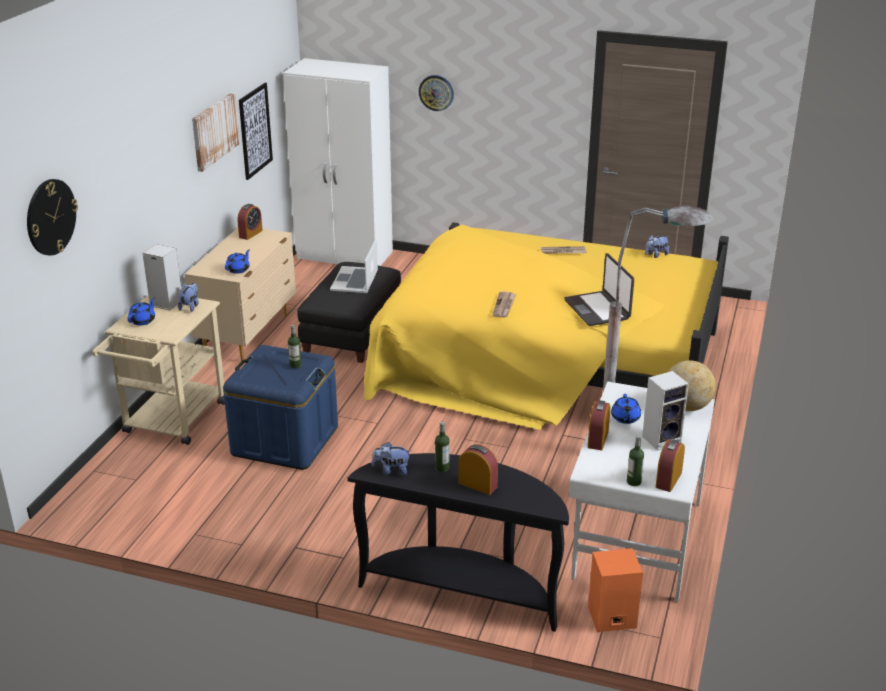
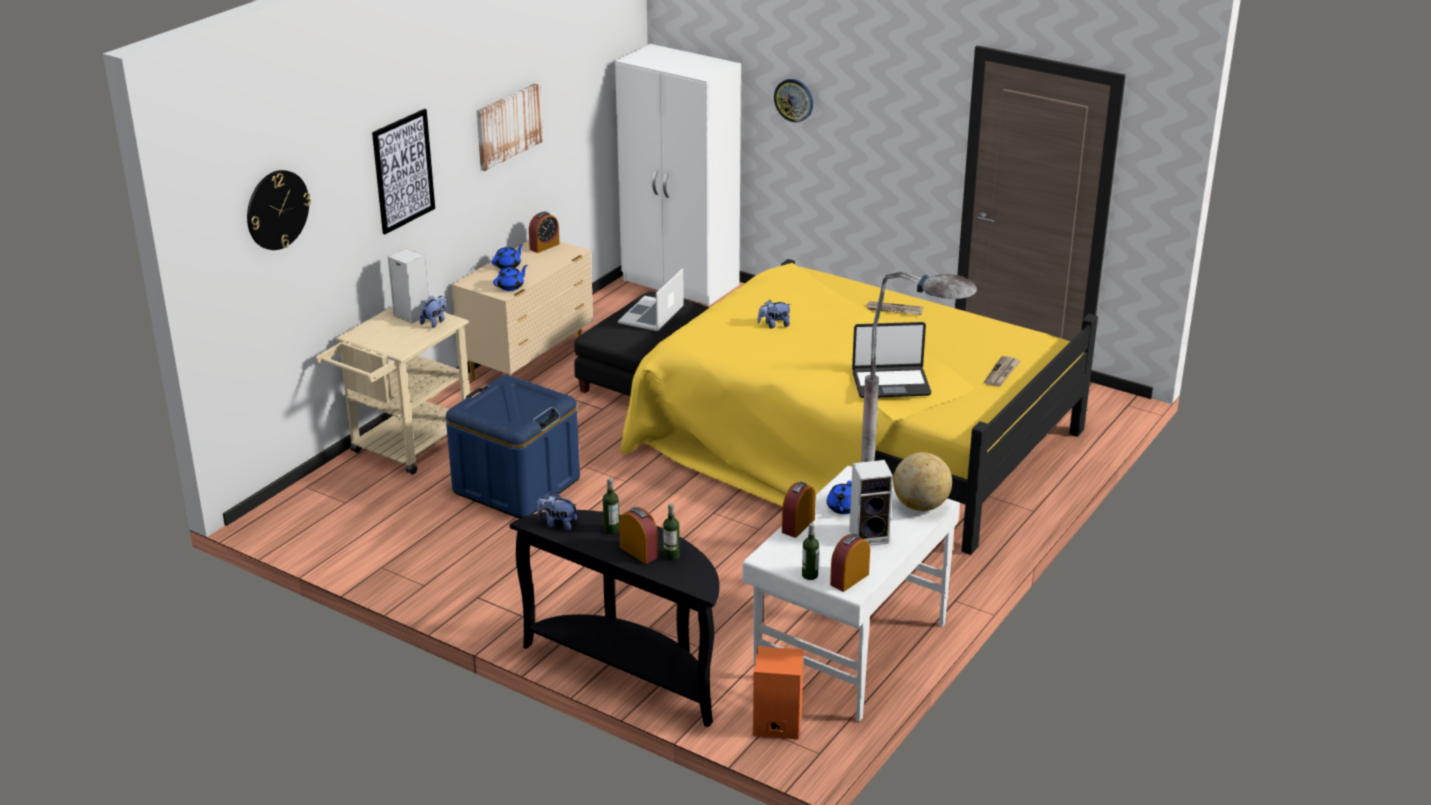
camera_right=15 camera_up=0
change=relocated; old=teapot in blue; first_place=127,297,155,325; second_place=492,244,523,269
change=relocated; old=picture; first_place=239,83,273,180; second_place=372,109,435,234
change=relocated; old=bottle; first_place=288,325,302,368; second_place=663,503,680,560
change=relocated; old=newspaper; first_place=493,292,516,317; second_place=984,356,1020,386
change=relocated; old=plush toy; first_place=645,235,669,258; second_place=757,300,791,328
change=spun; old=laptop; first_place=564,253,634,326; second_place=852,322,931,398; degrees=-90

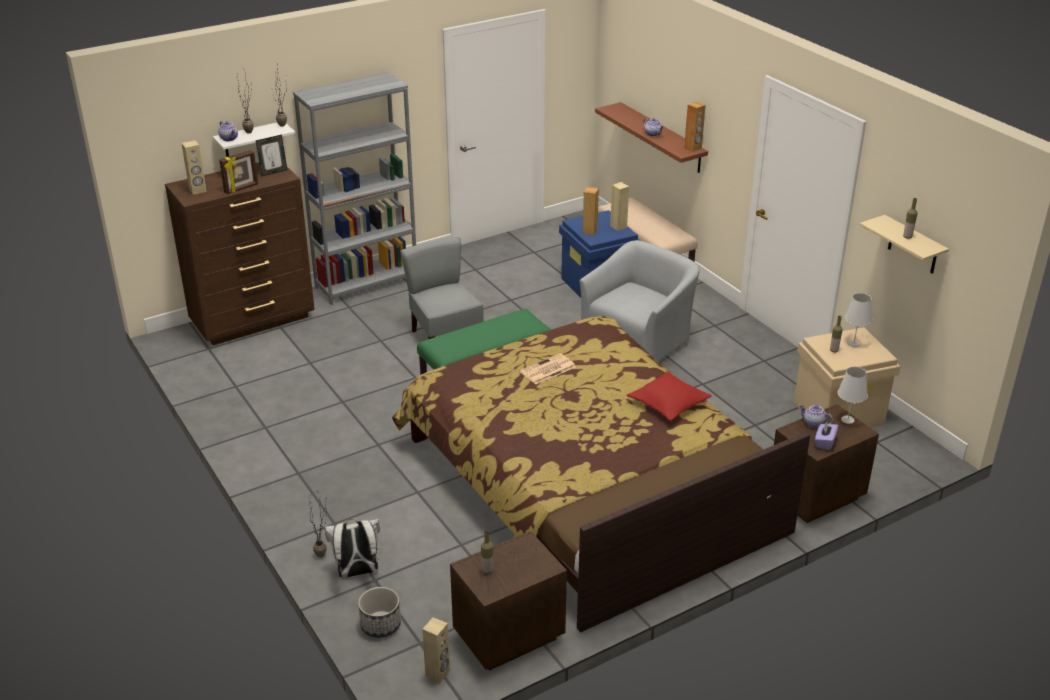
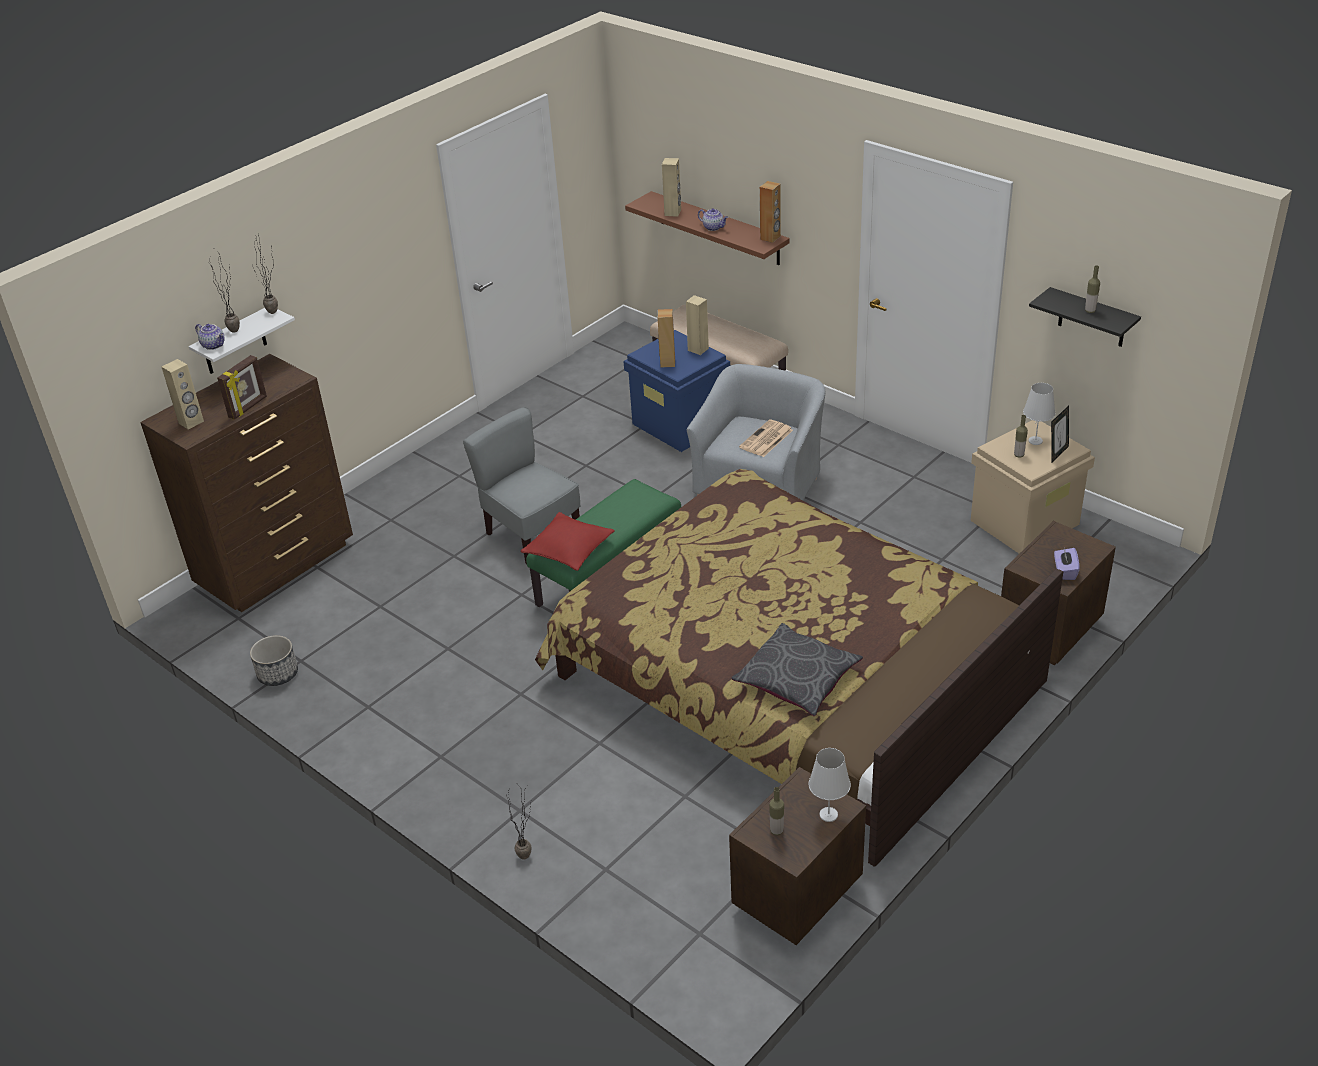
camera_right=-15 camera_up=5
change=missing; old=bookcase in grey; first_place=293,72,416,305
change=missing; old=backpack in white; first_place=324,519,380,578
change=missing; old=teapot; first_place=799,404,833,428
change=appeared; new=pillow in grey; second_place=731,623,863,716
change=relocated; old=picture frame; first_place=256,135,287,176; second_place=1051,406,1069,463
change=relocated; old=planter; first_place=358,587,401,638; second_place=250,635,298,686
change=relocated; old=speaker in beige; first_place=422,617,450,683; second_place=662,158,681,217
change=relocated; old=newspaper; first_place=520,353,576,384; second_place=739,419,793,457
change=relocated; old=pillow in red; first_place=626,371,712,421; second_place=520,512,615,571
change=relocated; old=table lamp in white; first_place=838,367,868,424; second_place=809,748,851,822
change=colour; old=shelf in beige; new=shelf in black; first_place=860,215,949,274; second_place=1029,287,1141,347

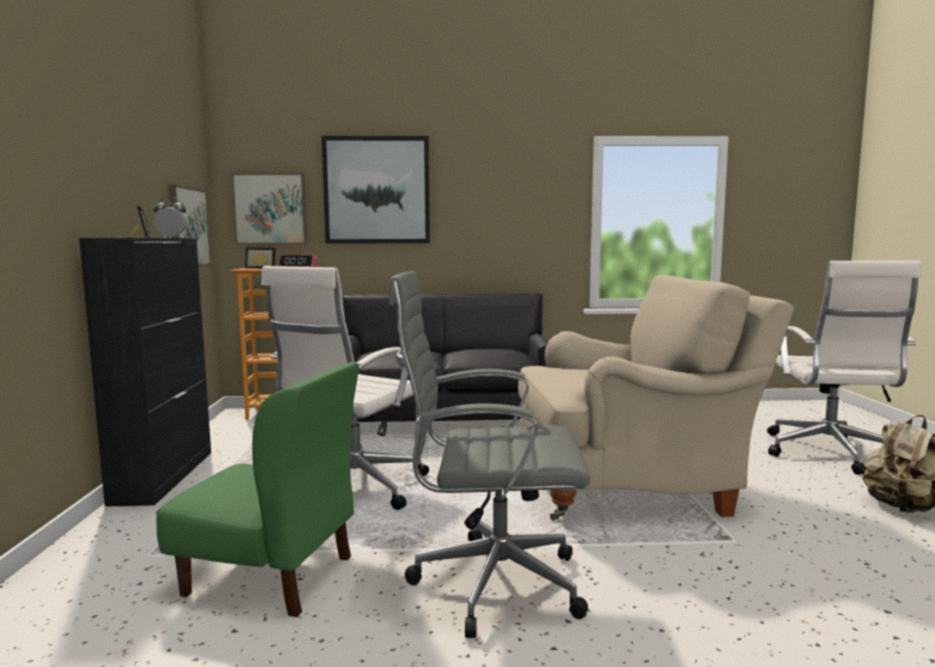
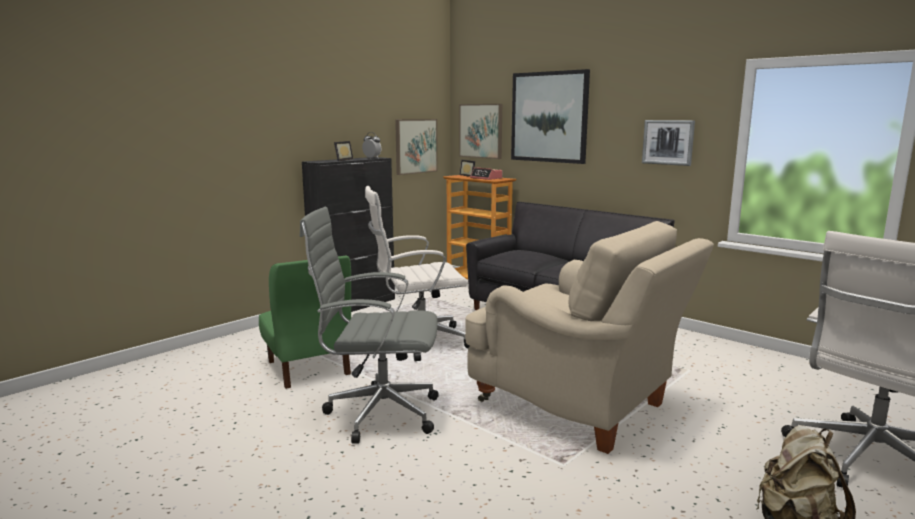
camera_right=45 camera_up=5
change=appeared; new=picture; second_place=642,120,695,166
change=spun; old=office chair in grey; first_place=389,271,590,638; second_place=300,207,439,444; degrees=-45

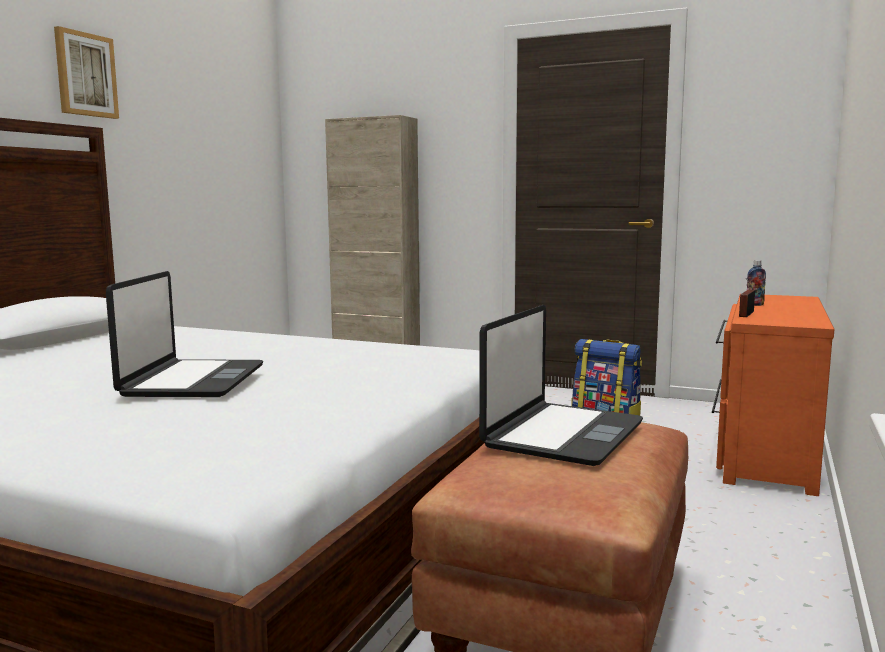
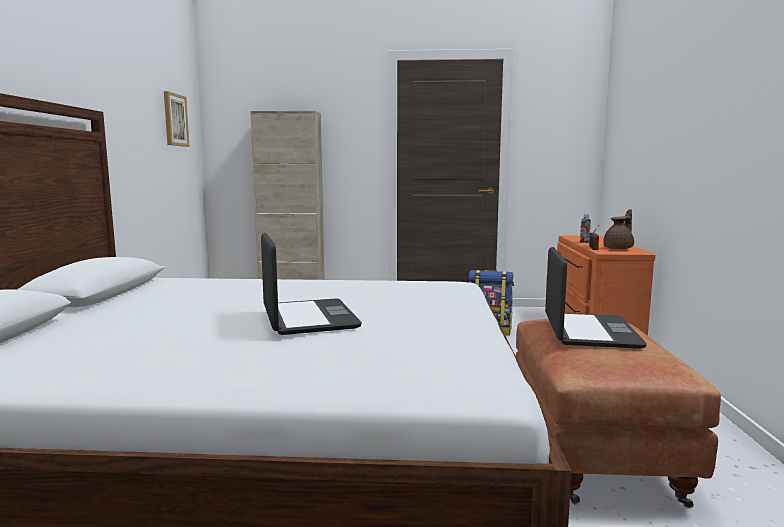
camera_right=-20 camera_up=0
change=appeared; new=teapot in brown; second_place=603,209,634,249
change=relocated; old=picture; first_place=54,26,119,119; second_place=164,91,190,147

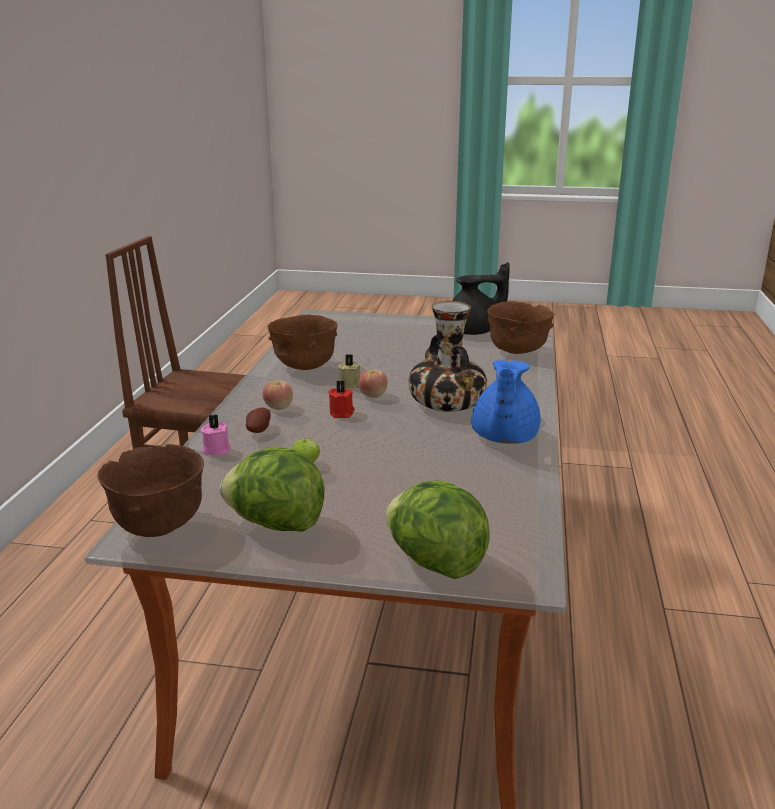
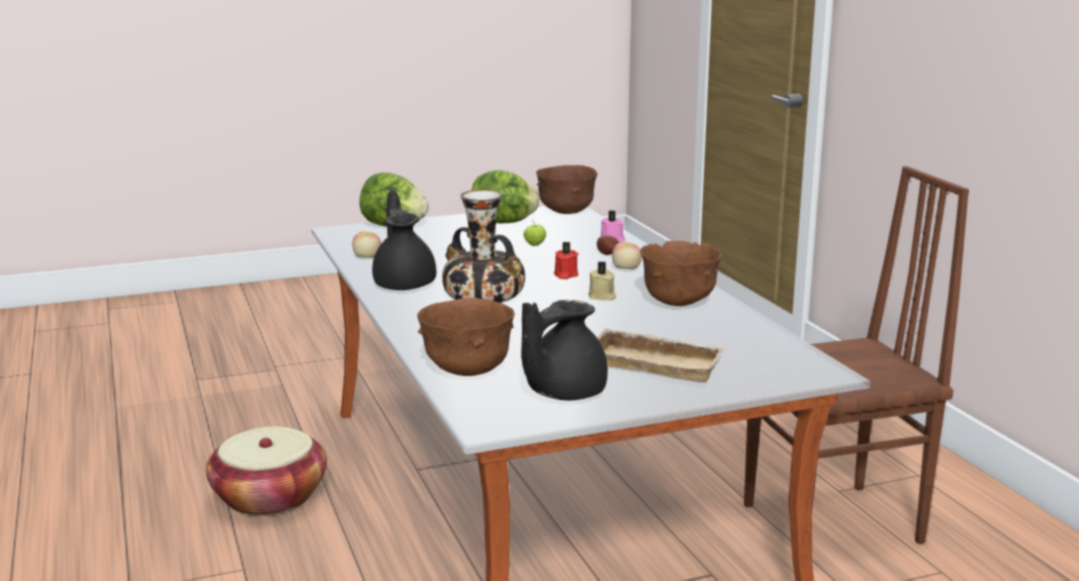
camera_right=150 camera_up=-5
change=appeared; new=basket; second_place=206,427,327,516
change=appeared; new=tray in beige; second_place=597,328,726,382
change=relocated; old=apple; first_place=358,370,388,398; second_place=352,231,381,258
change=colour; old=teapot in blue; new=teapot in black; first_place=472,359,540,444; second_place=372,190,436,290

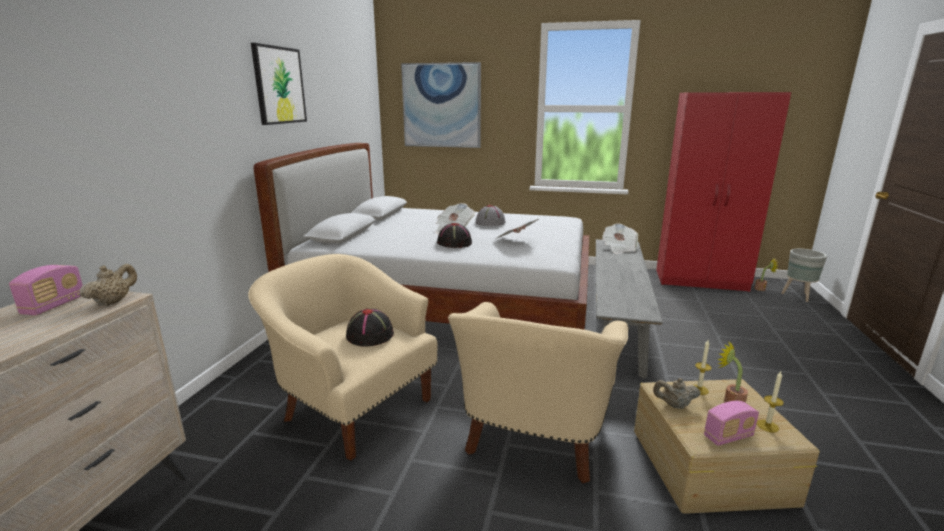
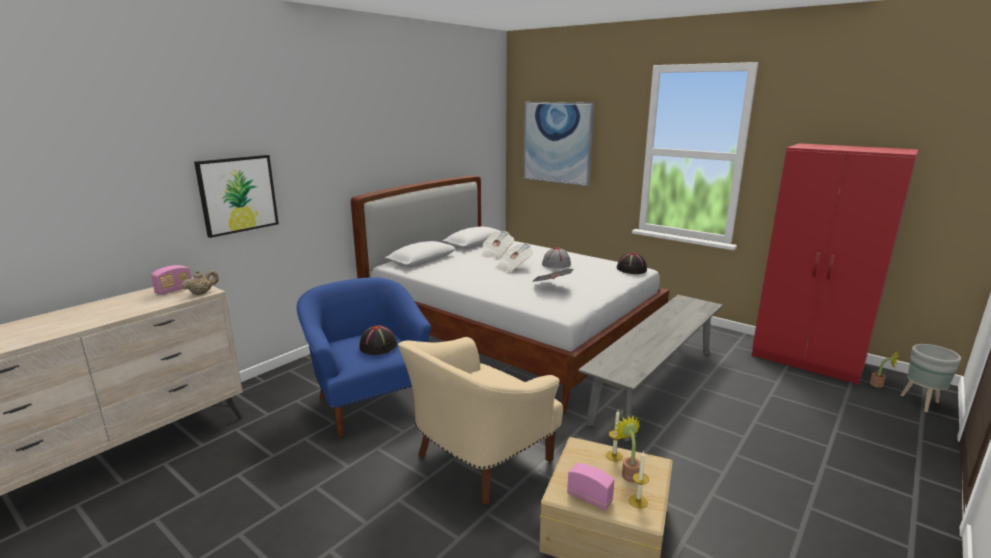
camera_right=25 camera_up=0
change=missing; old=teapot in beige; first_place=653,378,701,409
change=relocated; old=picture; first_place=251,43,307,125; second_place=194,155,279,238
change=relocated; old=hat in black; first_place=437,223,472,248; second_place=617,253,647,274
change=relocated; old=newspaper; first_place=602,223,638,254; second_place=481,231,514,258
change=colour; old=armchair in beige; new=armchair in blue; first_place=248,254,438,461; second_place=296,277,431,437
change=spun; old=radio; first_place=704,401,759,446; second_place=567,463,614,510; degrees=-150

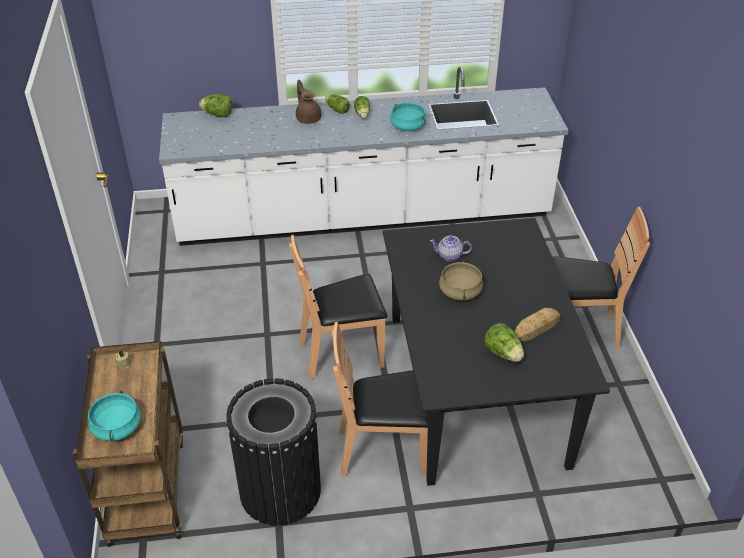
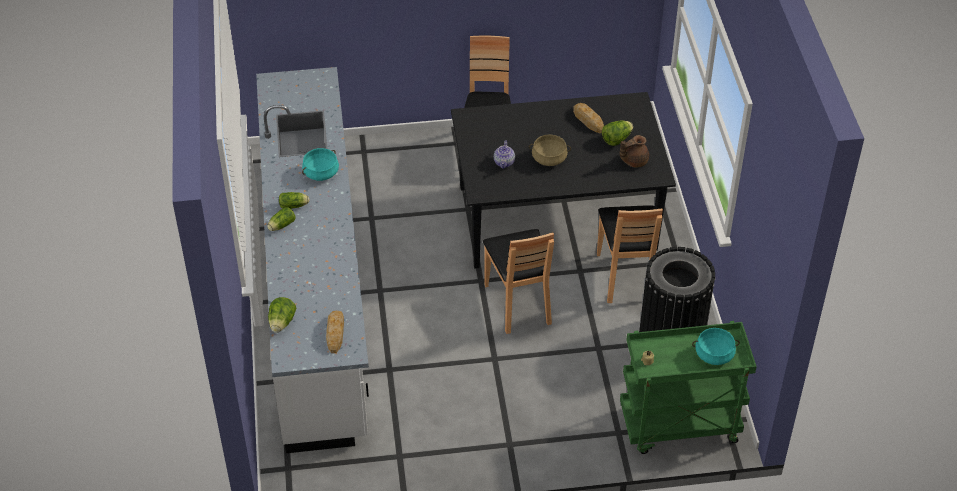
camera_right=-90 camera_up=5
change=appeared; new=bread; second_place=326,311,344,353
change=relocated; old=teapot in brown; first_place=296,80,321,124; second_place=620,135,649,167
change=colour; old=cart in brown; new=cart in green; first_place=73,341,183,547; second_place=620,321,757,454

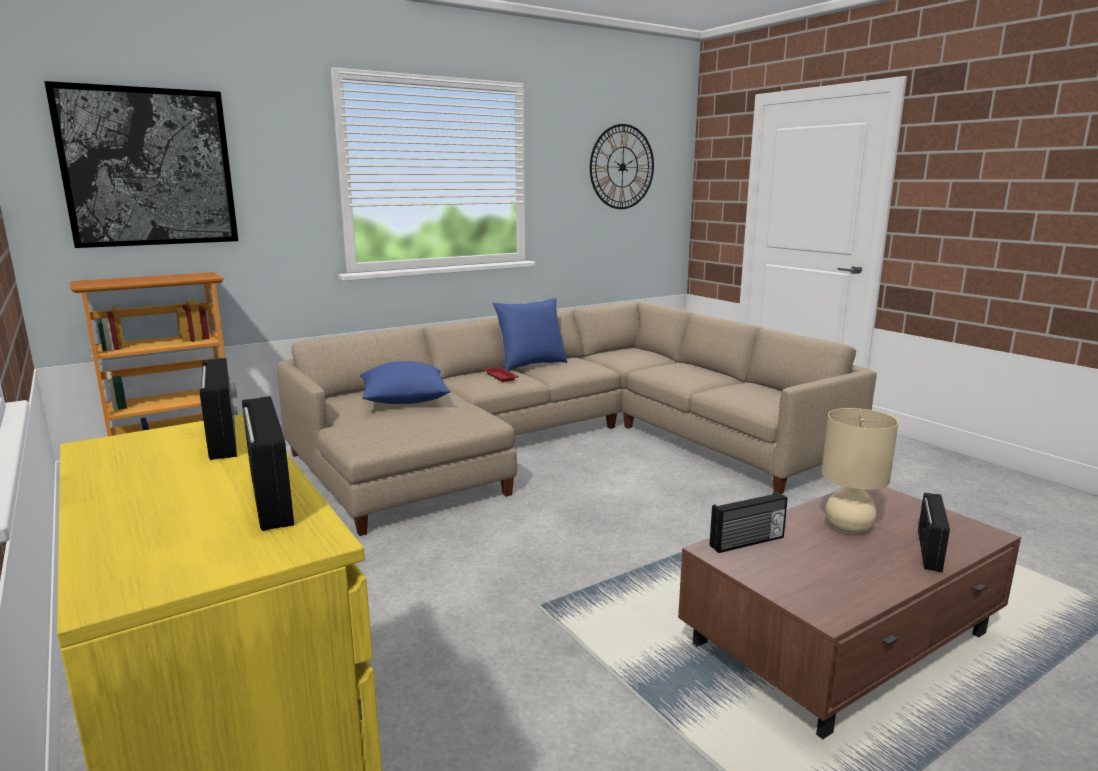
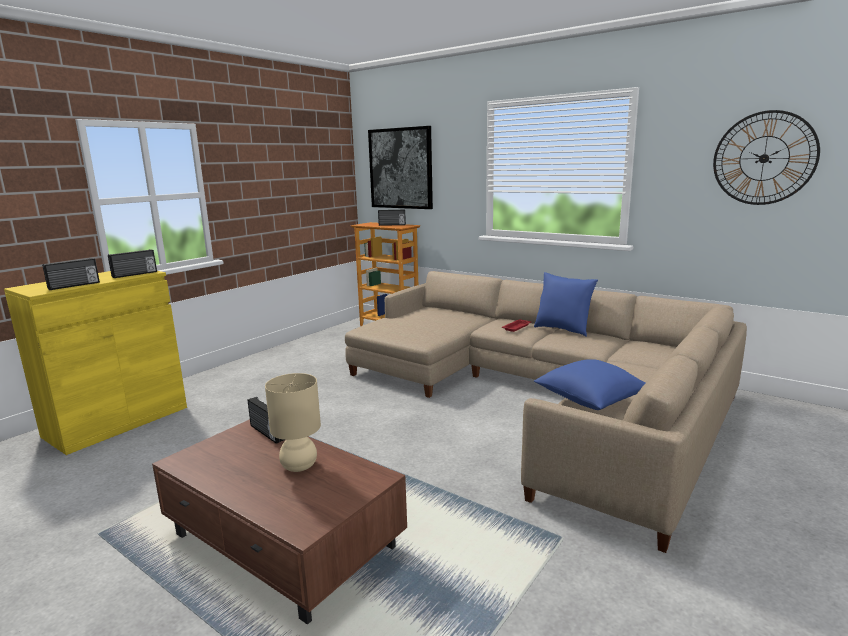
camera_right=70 camera_up=0
change=relocated; old=pillow in blue; first_place=360,361,451,404; second_place=534,359,645,410
change=relocated; old=radio; first_place=918,493,950,572; second_place=378,209,406,226

